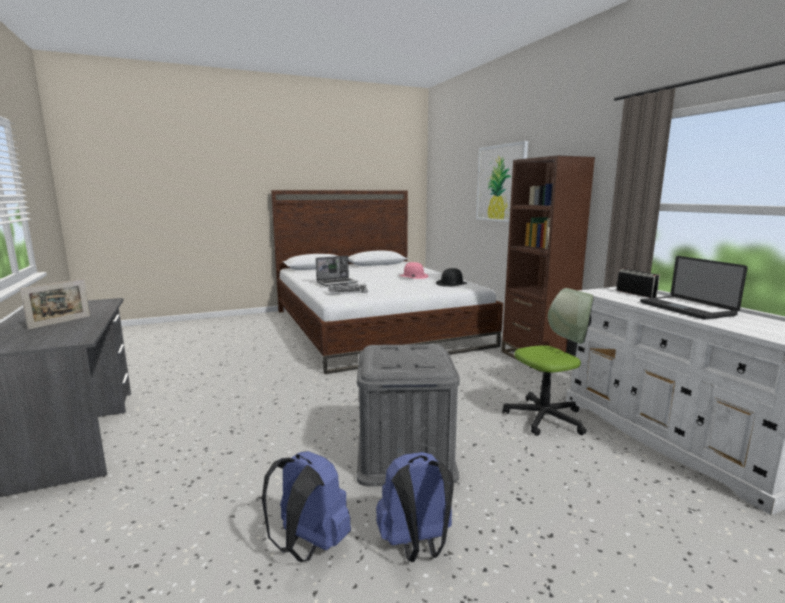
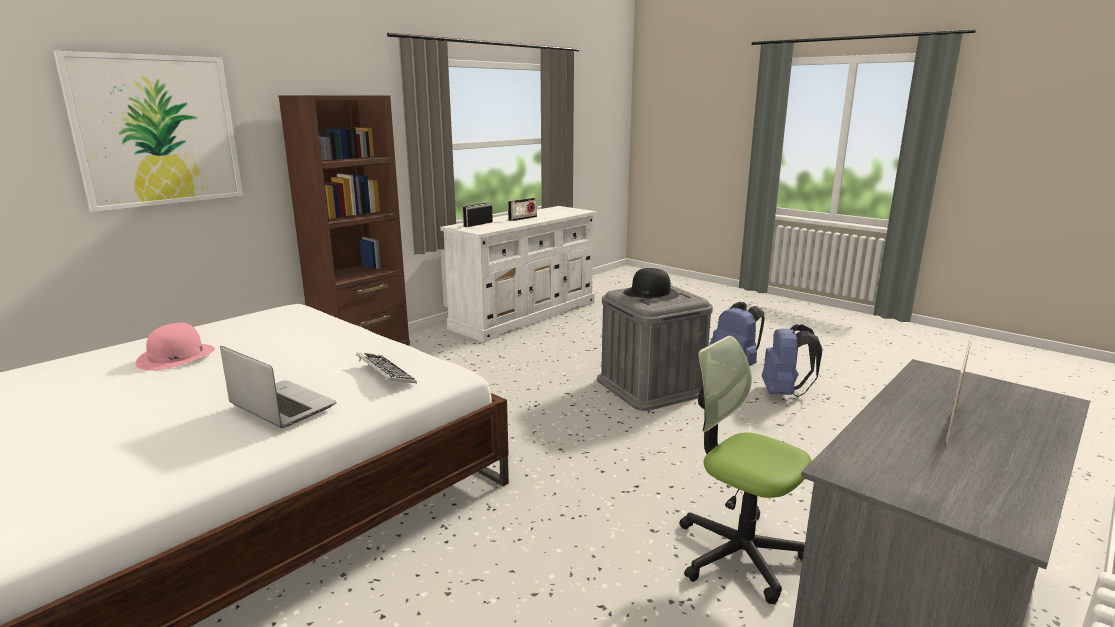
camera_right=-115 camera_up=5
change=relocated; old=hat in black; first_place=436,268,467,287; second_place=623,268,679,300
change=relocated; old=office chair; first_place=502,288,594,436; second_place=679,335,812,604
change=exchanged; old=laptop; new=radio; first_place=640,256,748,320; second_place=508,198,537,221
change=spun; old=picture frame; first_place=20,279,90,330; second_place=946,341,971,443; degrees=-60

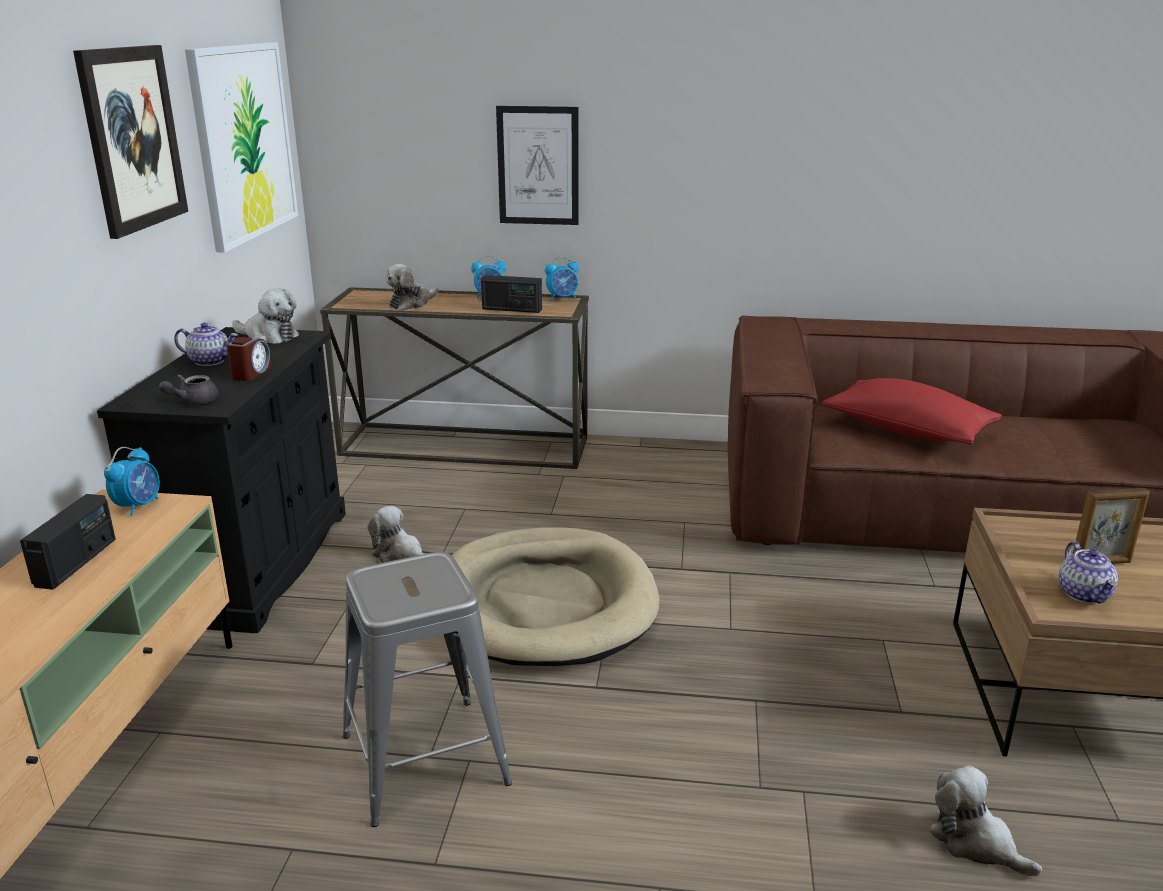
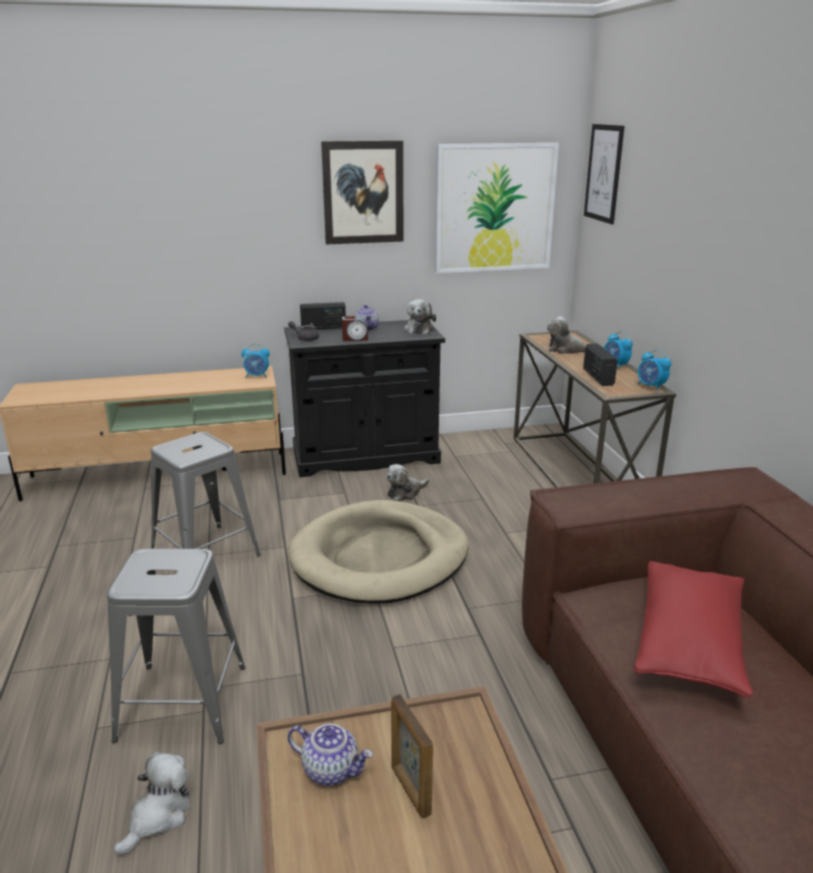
camera_right=70 camera_up=0
change=appeared; new=stool in grey; second_place=107,548,246,744
change=relocated; old=radio; first_place=20,494,116,590; second_place=300,302,346,329
change=relocated; old=picture; first_place=496,106,579,225; second_place=584,124,624,224
change=spun; old=plush toy; first_place=367,506,425,563; second_place=386,464,429,501; degrees=-135
change=spun; old=teapot; first_place=1059,541,1118,604; second_place=288,724,373,786; degrees=-135

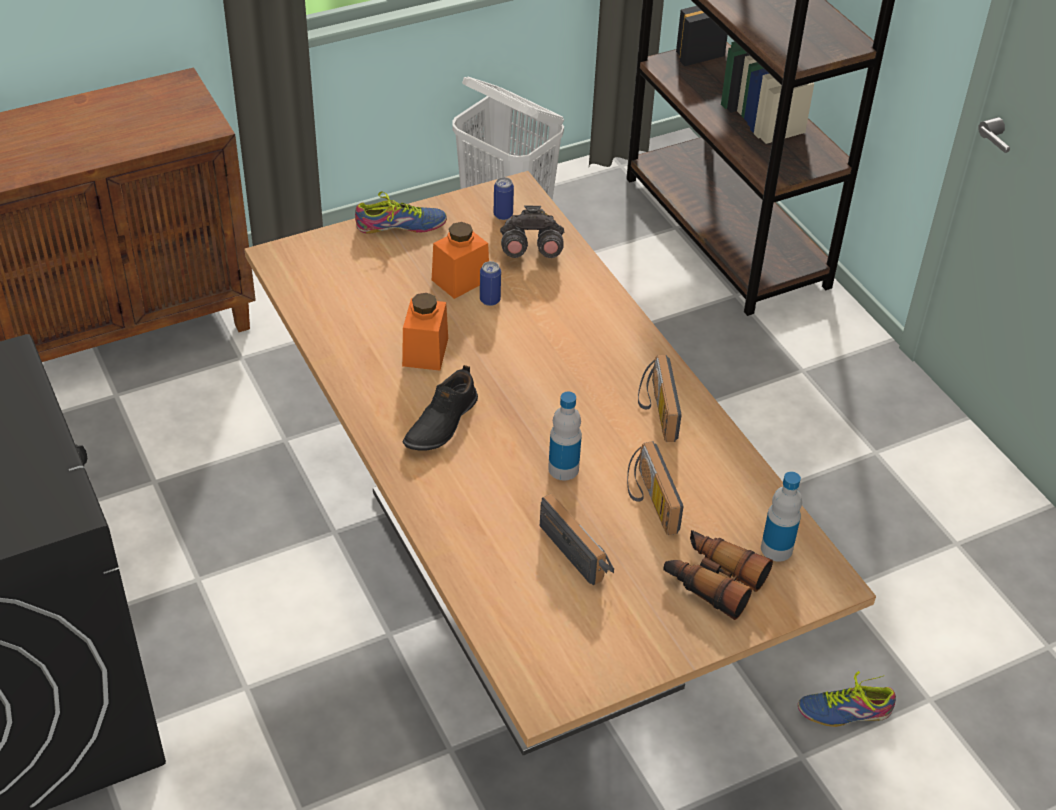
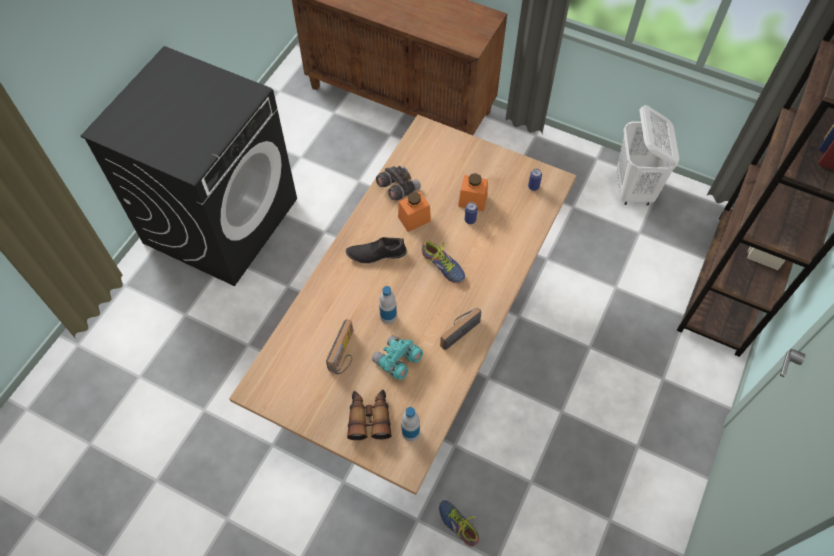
camera_right=55 camera_up=15
change=relocated; old=shoe; first_place=355,191,447,234; second_place=422,241,465,284
change=relocated; old=binoculars in grey; first_place=500,206,564,258; second_place=376,166,421,200
change=exchanged; old=radio; new=binoculars in turquoise; first_place=627,441,684,535; second_place=372,335,423,380

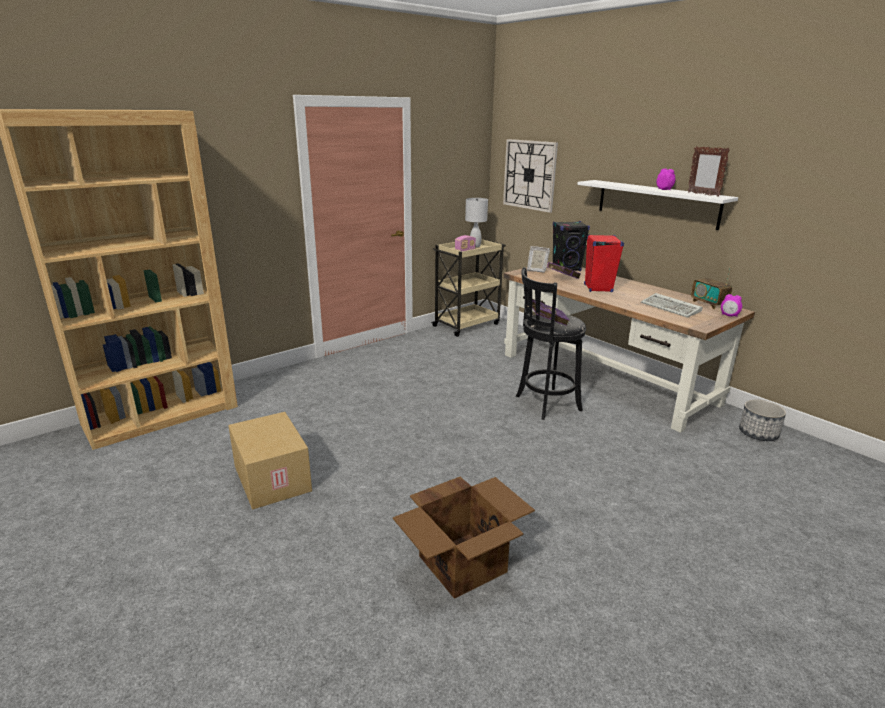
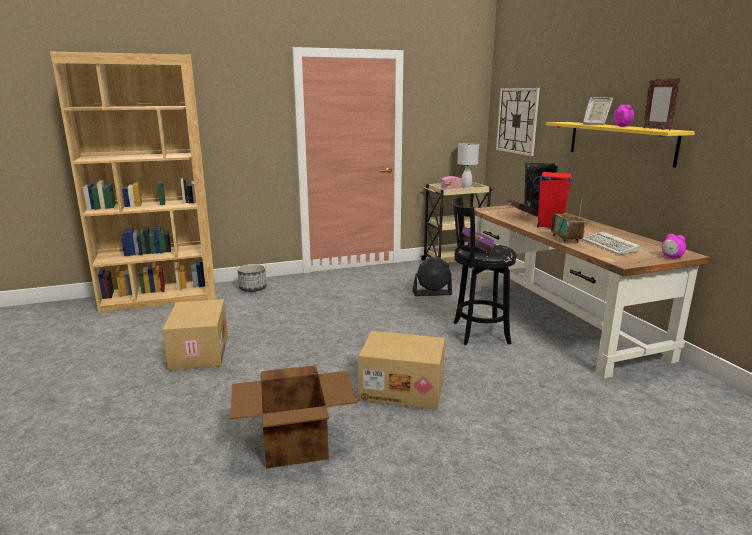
camera_right=20 camera_up=-5
change=appeared; new=cardboard box; second_place=358,331,445,410
change=appeared; new=fan in black; second_place=412,257,452,296
change=relocated; old=picture frame; first_place=527,246,550,273; second_place=583,97,613,125
change=relocated; old=radio; first_place=691,266,732,309; second_place=551,199,585,244
change=relocated; old=planter; first_place=739,400,786,441; second_place=237,264,266,292
change=colour; old=shelf in white; new=shelf in yellow; first_place=577,180,738,230; second_place=546,122,695,168

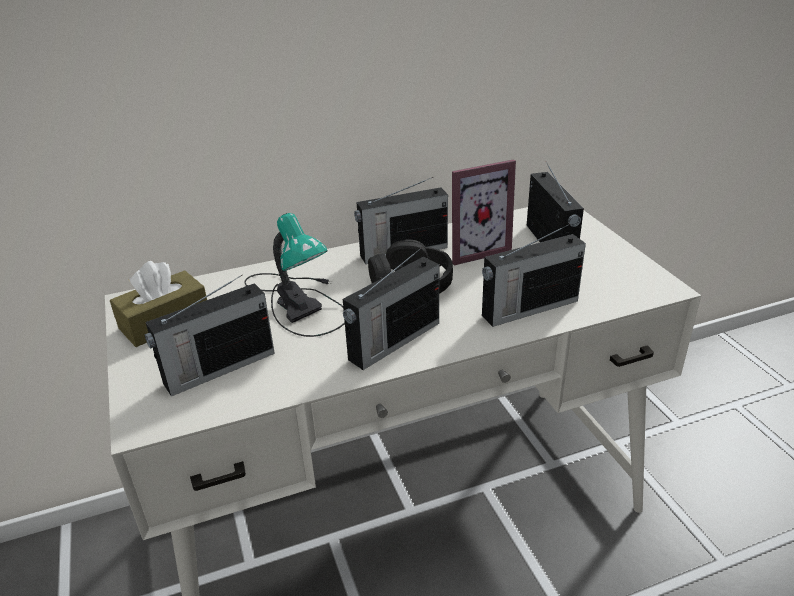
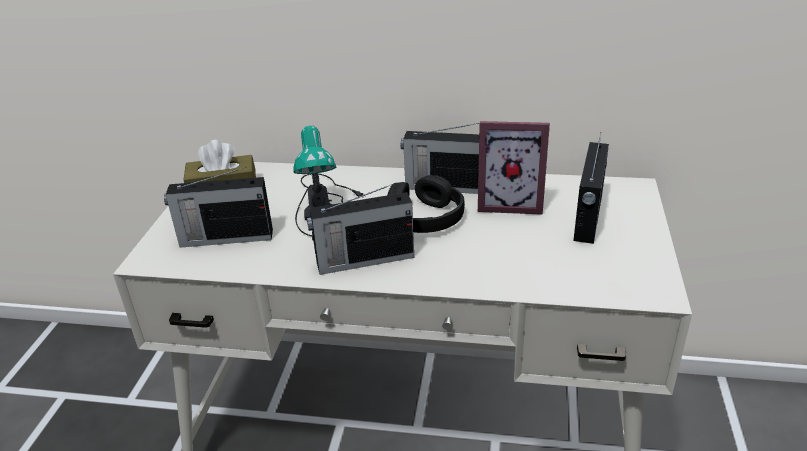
camera_right=30 camera_up=0
change=missing; old=radio; first_place=482,224,586,327

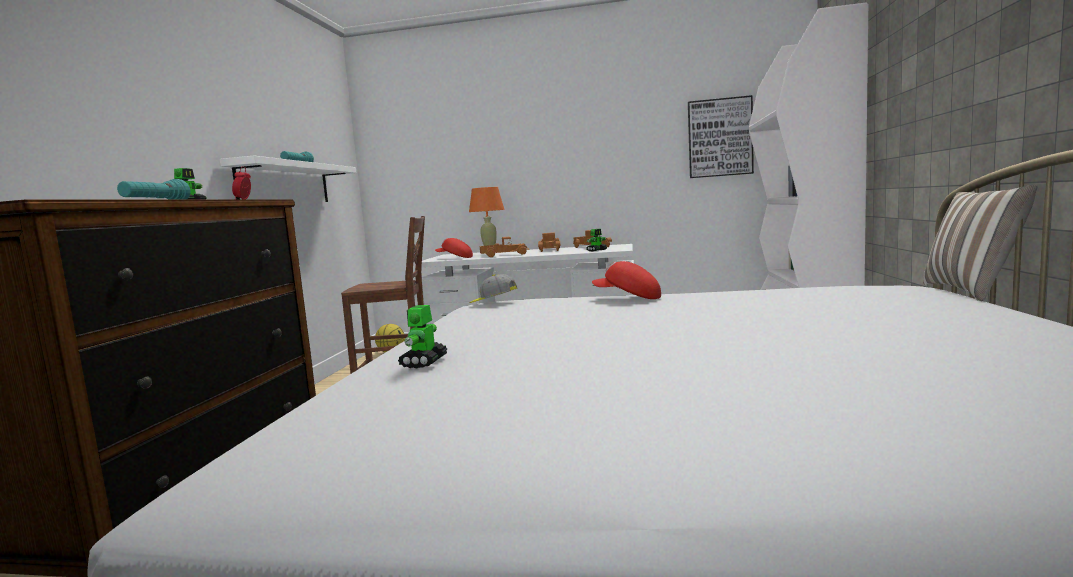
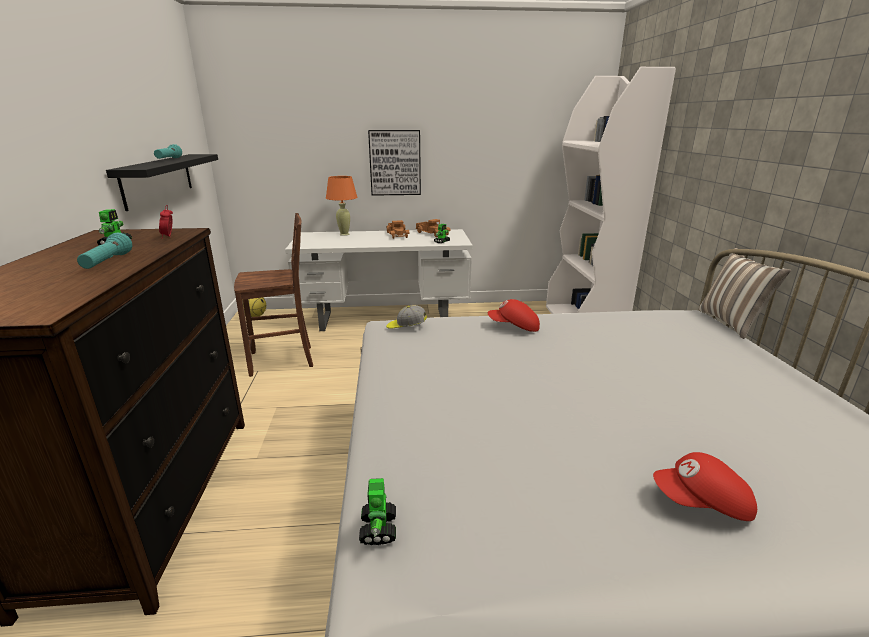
camera_right=-15 camera_up=15
change=missing; old=toy truck; first_place=480,237,529,257
change=relocated; old=toy robot; first_place=398,305,447,368; second_place=359,478,396,545
change=relocated; old=cap in red; first_place=435,238,473,258; second_place=653,452,757,521
change=relocated; old=picture; first_place=688,95,754,178; second_place=368,130,421,196
change=colour; old=shelf in white; new=shelf in black; first_place=220,156,357,202; second_place=106,154,218,211

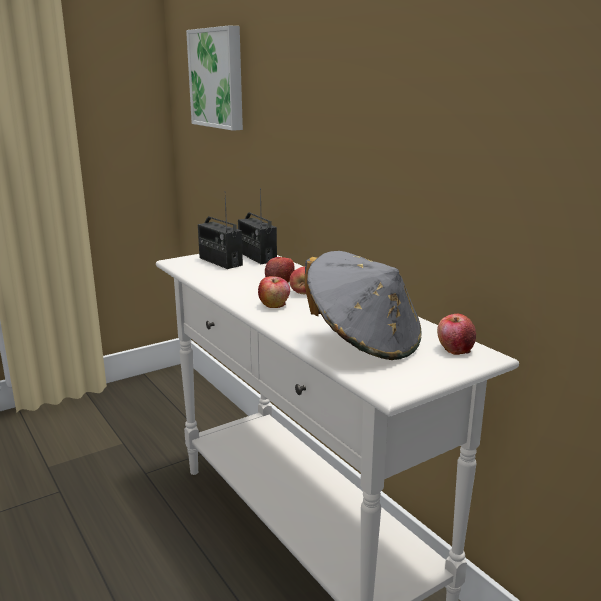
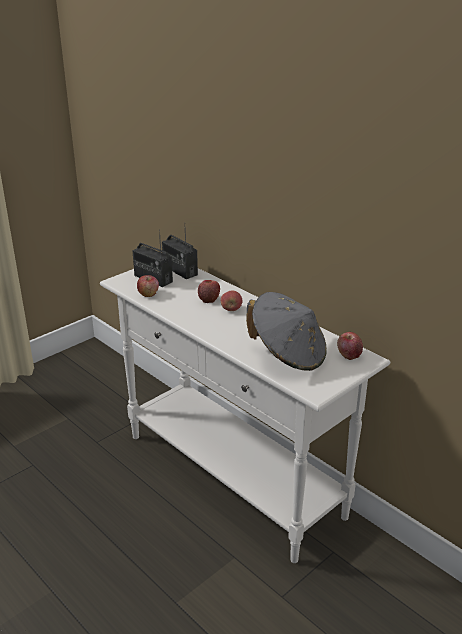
camera_right=-10 camera_up=10
change=missing; old=picture; first_place=186,25,243,131
change=relocated; old=apple; first_place=258,276,290,308; second_place=137,275,159,297

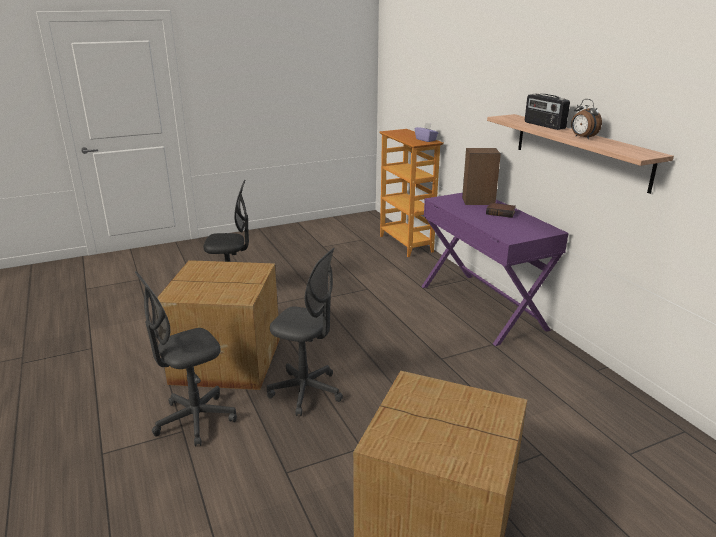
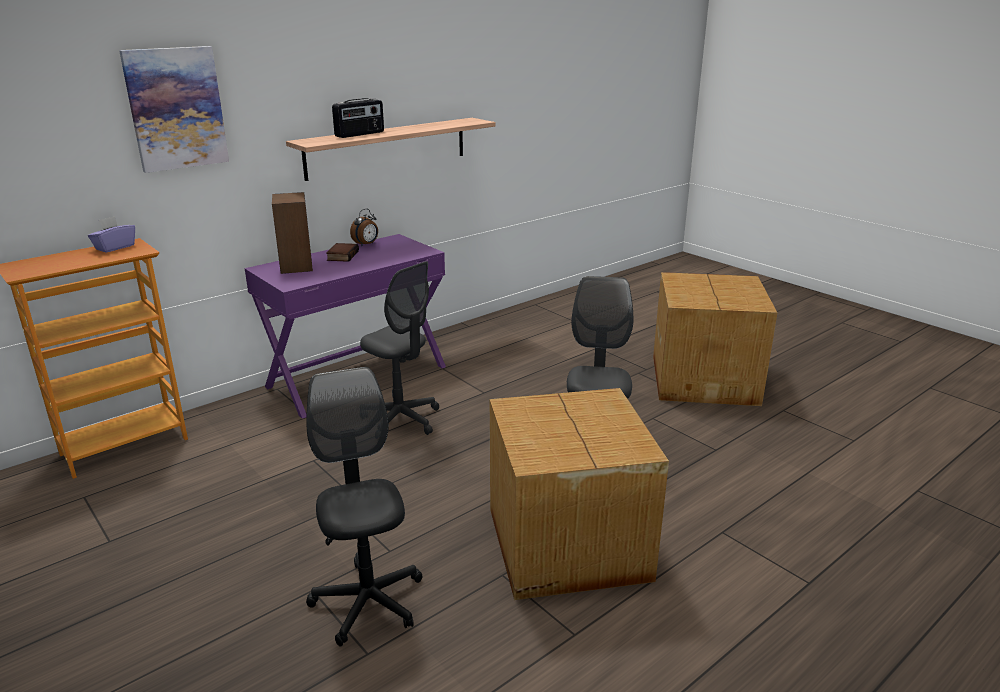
camera_right=-105 camera_up=0
change=appeared; new=picture; second_place=119,46,229,173
change=relocated; old=office chair in grey; first_place=135,271,237,447; second_place=360,261,439,435
change=relocated; old=alarm clock; first_place=571,99,602,139; second_place=350,209,378,247

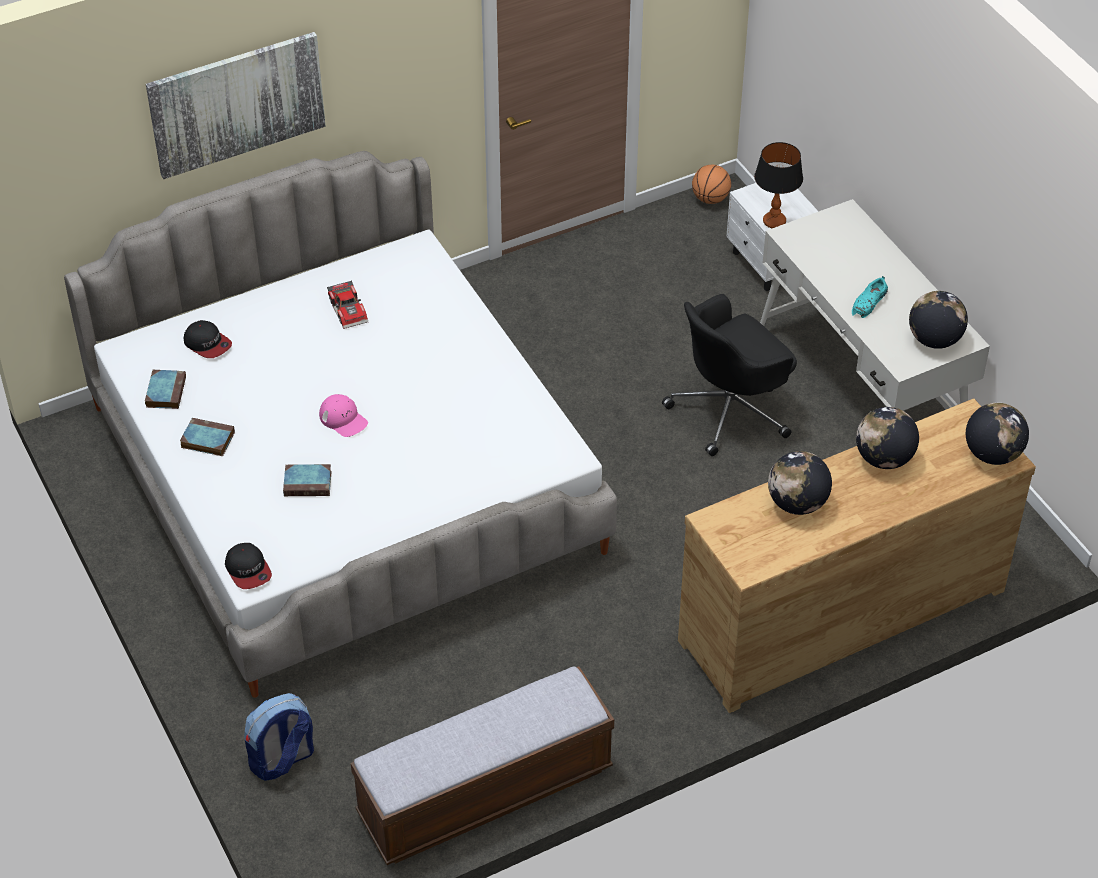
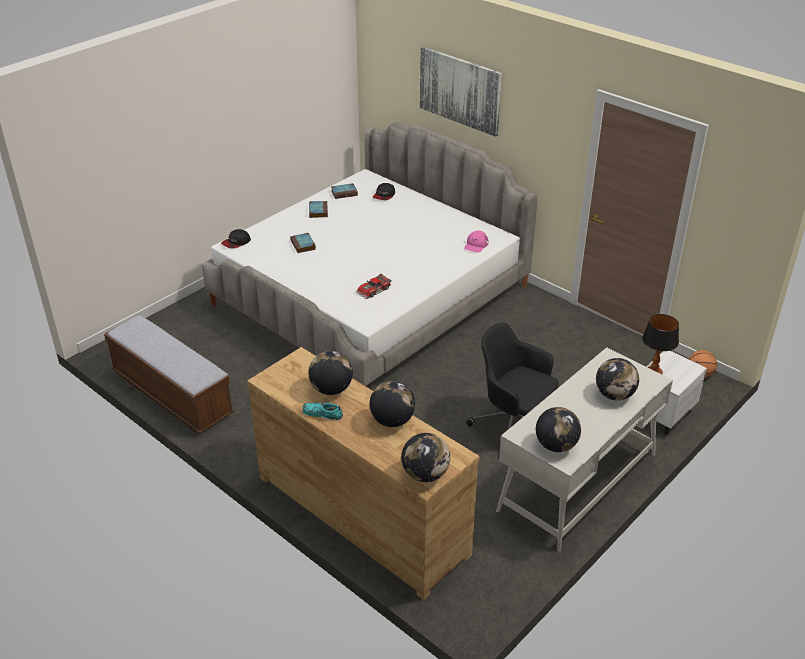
camera_right=70 camera_up=-10
change=missing; old=backpack; first_place=244,693,314,781
change=appeared; new=globe; second_place=596,358,639,400
change=relocated; old=cap in pink; first_place=319,394,368,437; second_place=464,231,489,252
change=relocated; old=toy car; first_place=327,280,368,329; second_place=356,274,392,299
change=relocated; old=shoe in turquoise; first_place=852,276,888,318; second_place=303,403,343,420

